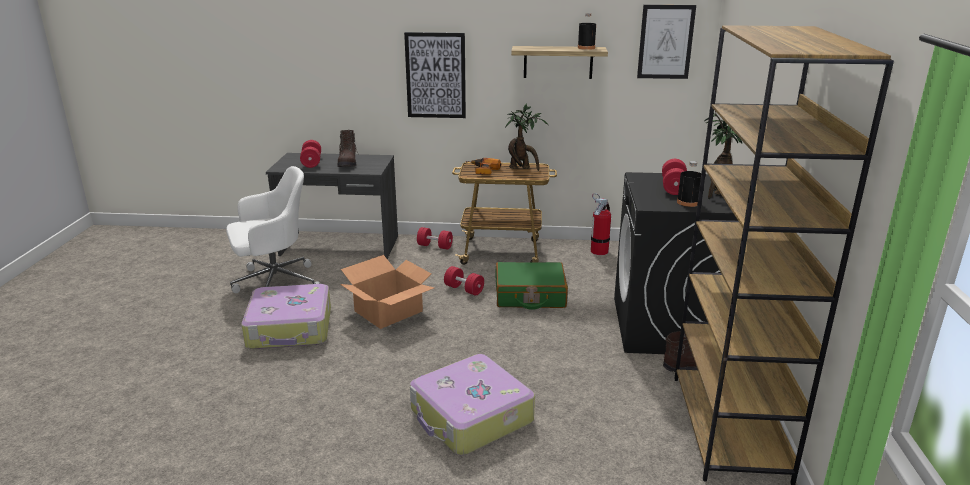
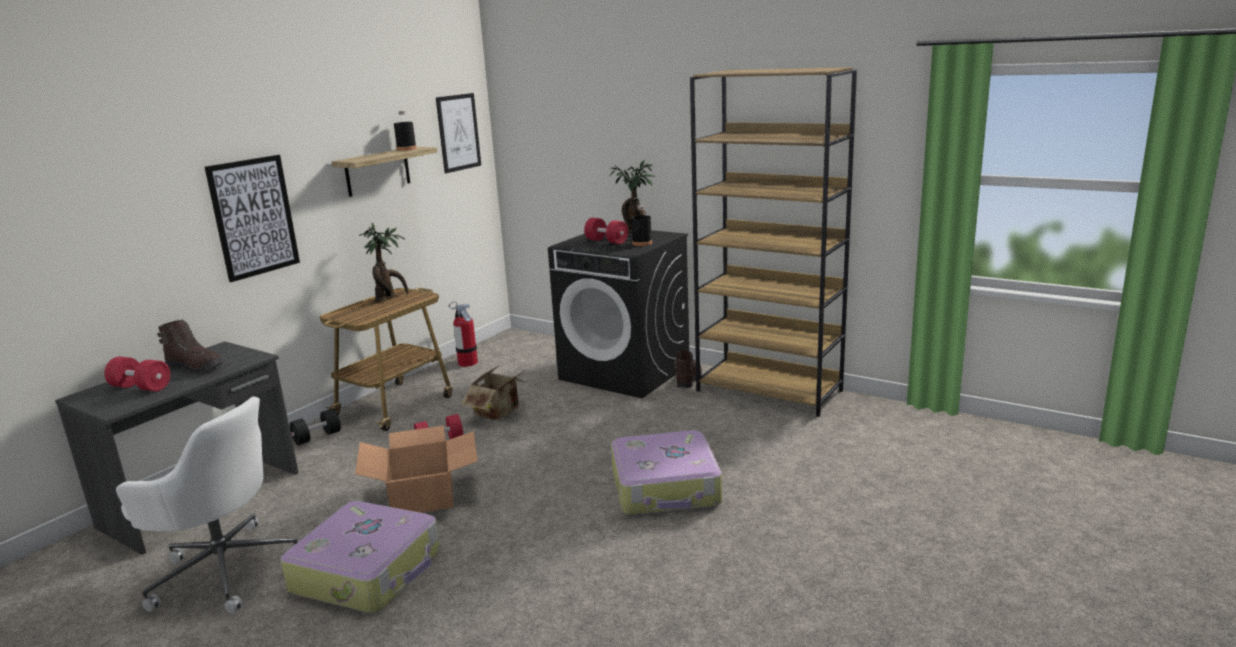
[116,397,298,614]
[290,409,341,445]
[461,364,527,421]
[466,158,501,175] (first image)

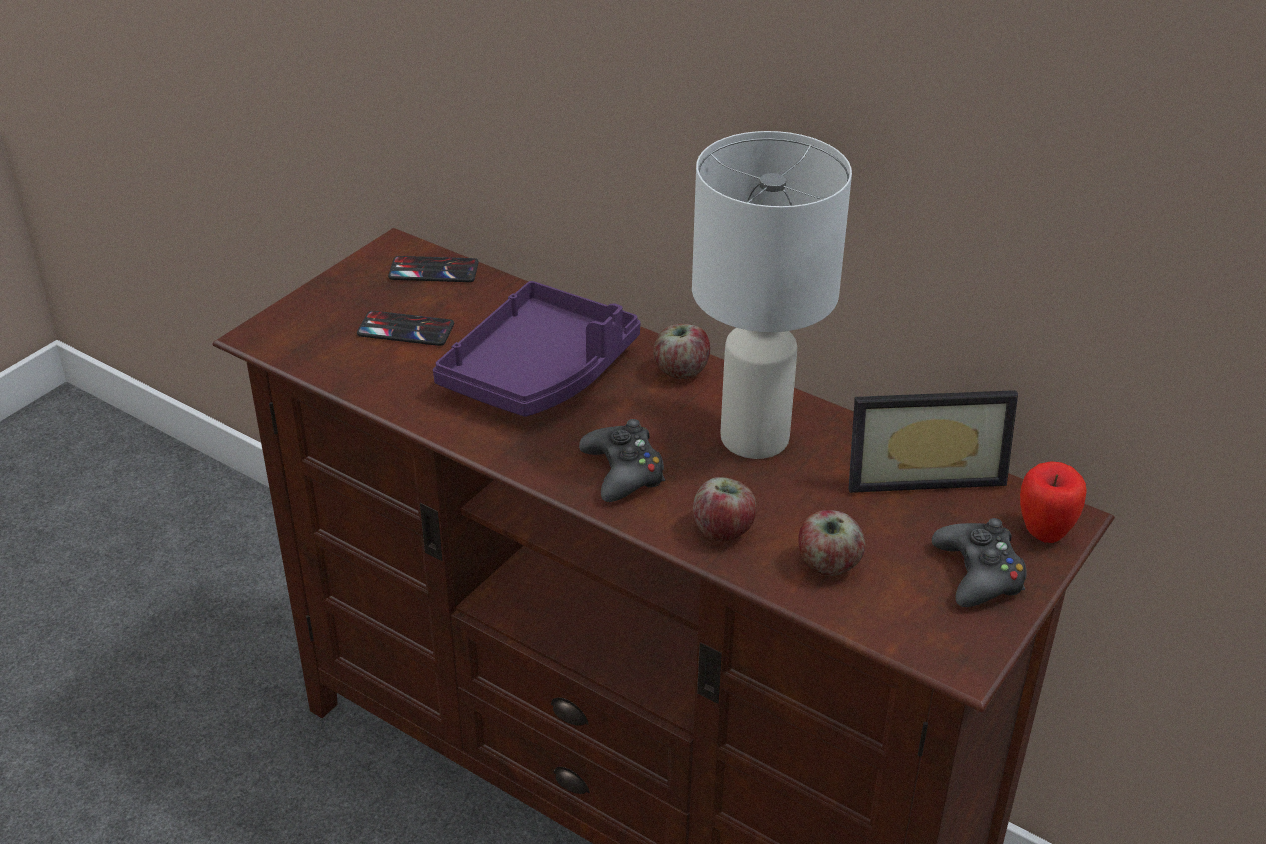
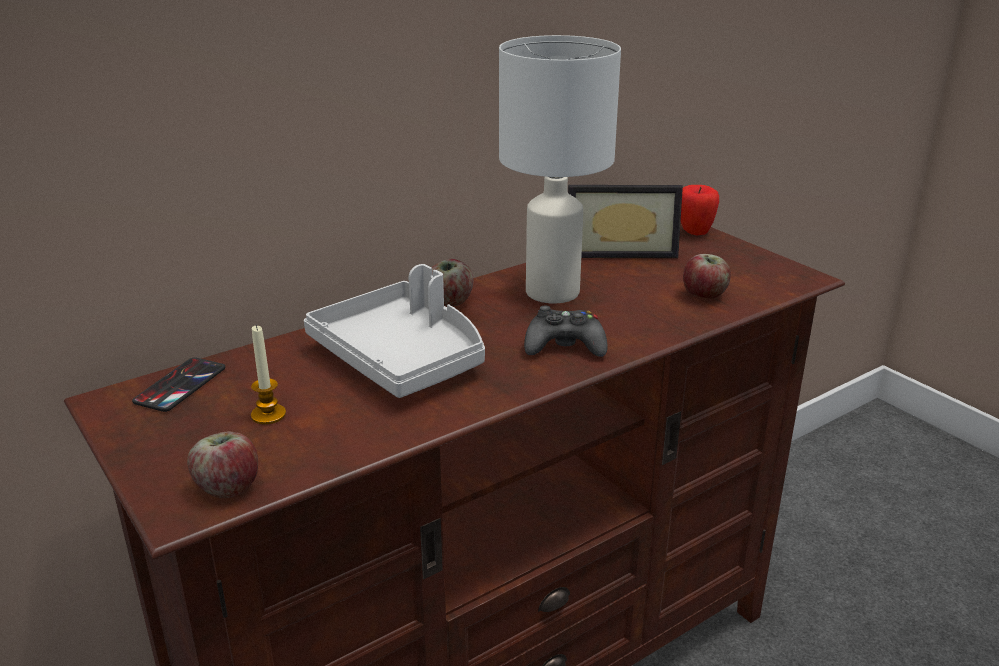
[187,432,258,498]
[251,325,286,425]
[304,264,485,398]
[568,185,683,258]
[932,518,1027,607] (first image)

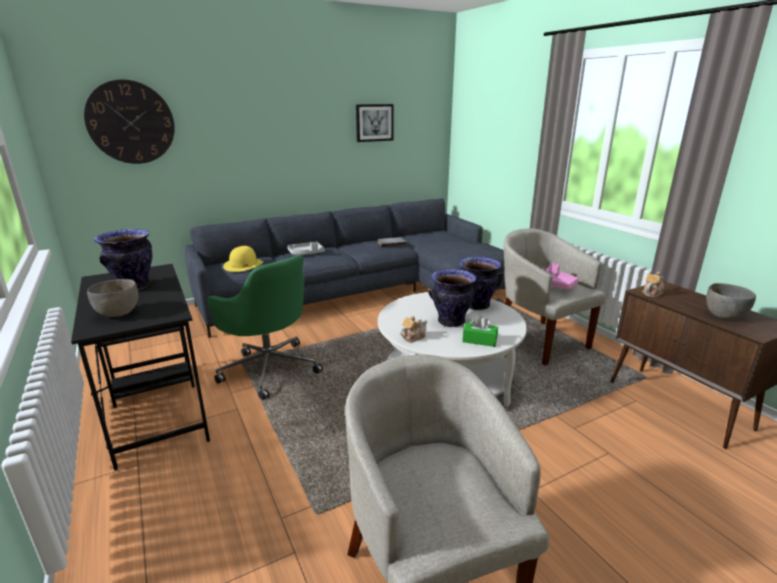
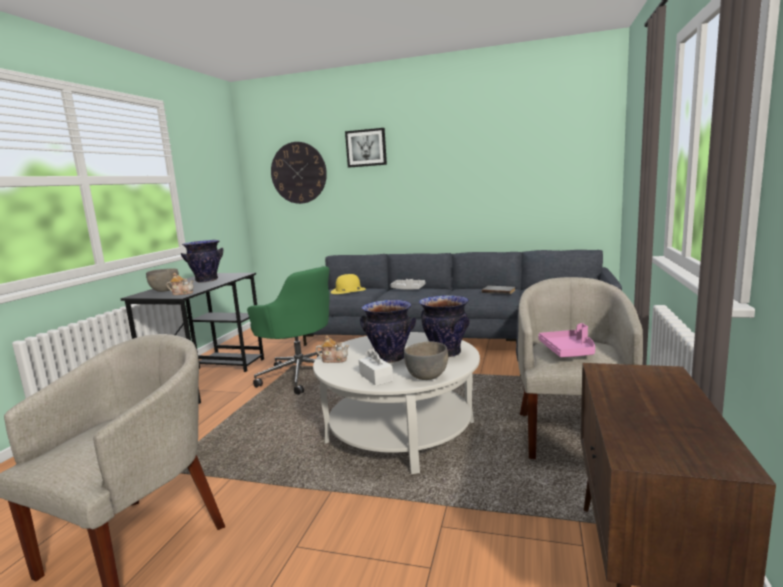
[167,273,194,295]
[247,266,330,395]
[345,128,387,168]
[359,348,393,386]
[404,341,448,380]

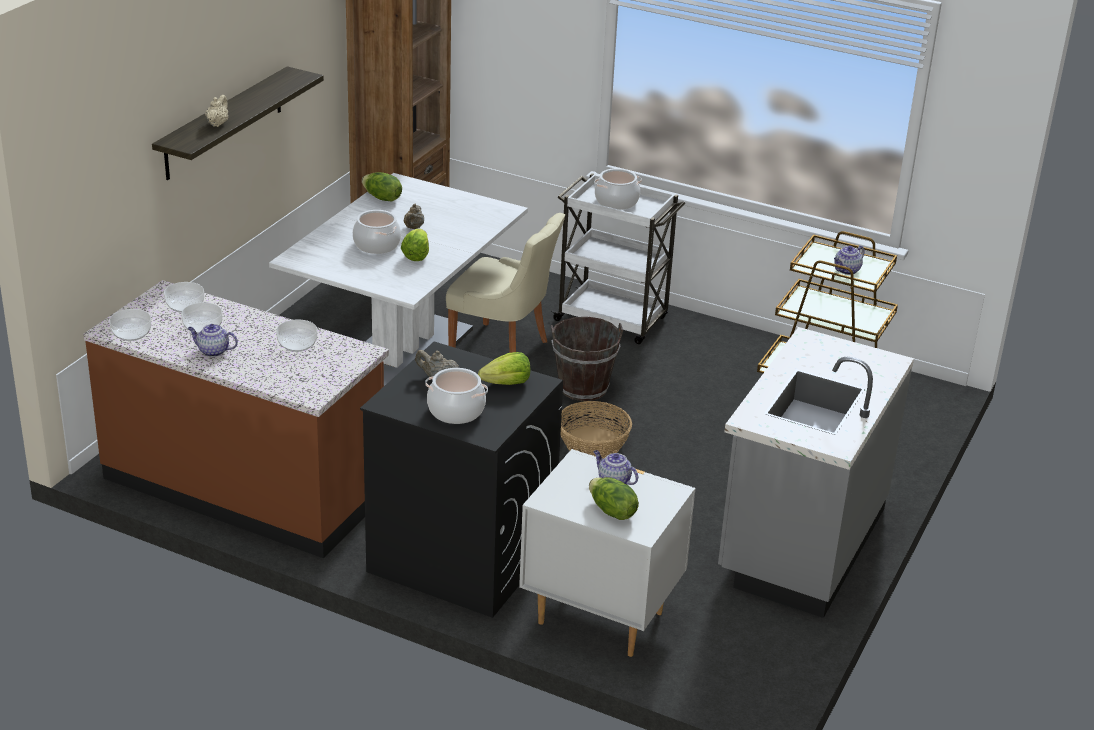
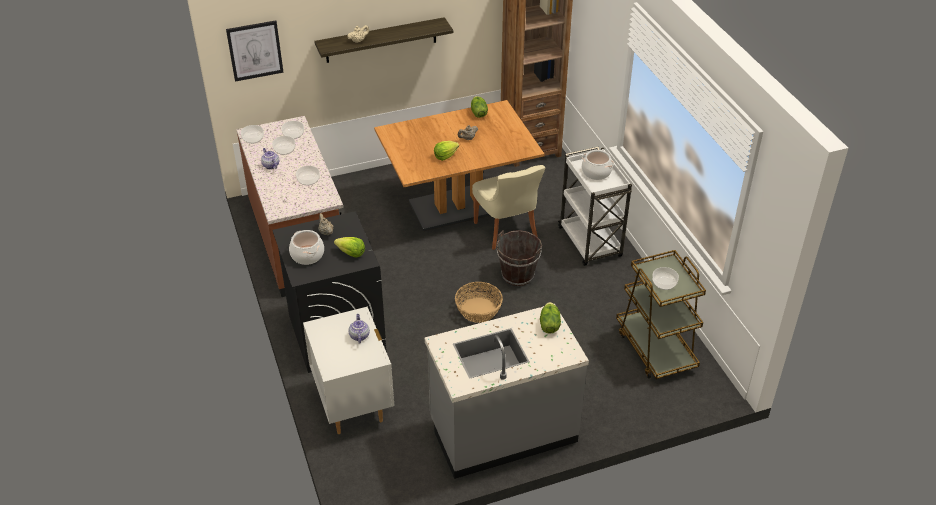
[226,20,284,82]
[374,100,544,231]
[540,302,561,333]
[652,267,679,290]
[353,210,401,254] (first image)

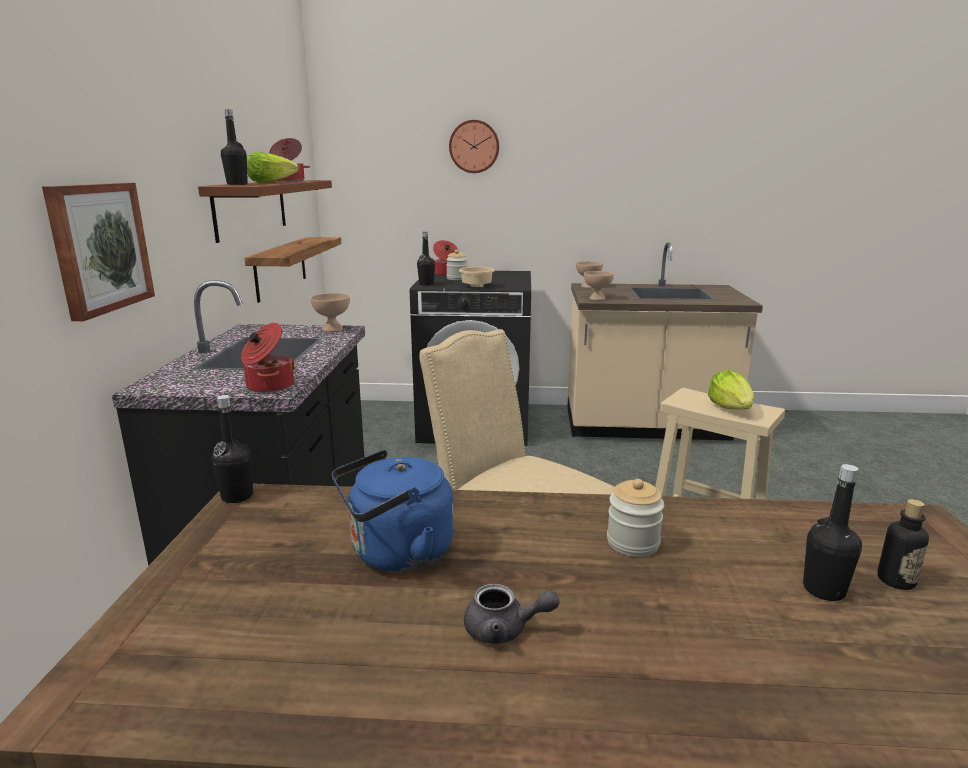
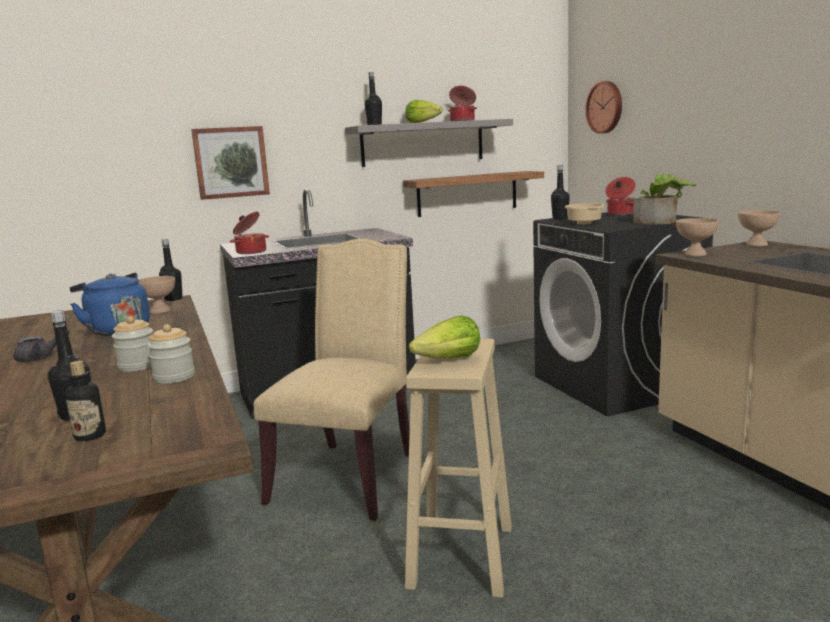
[14,329,70,362]
[138,276,175,314]
[147,324,195,384]
[345,119,513,167]
[585,81,622,134]
[633,174,697,225]

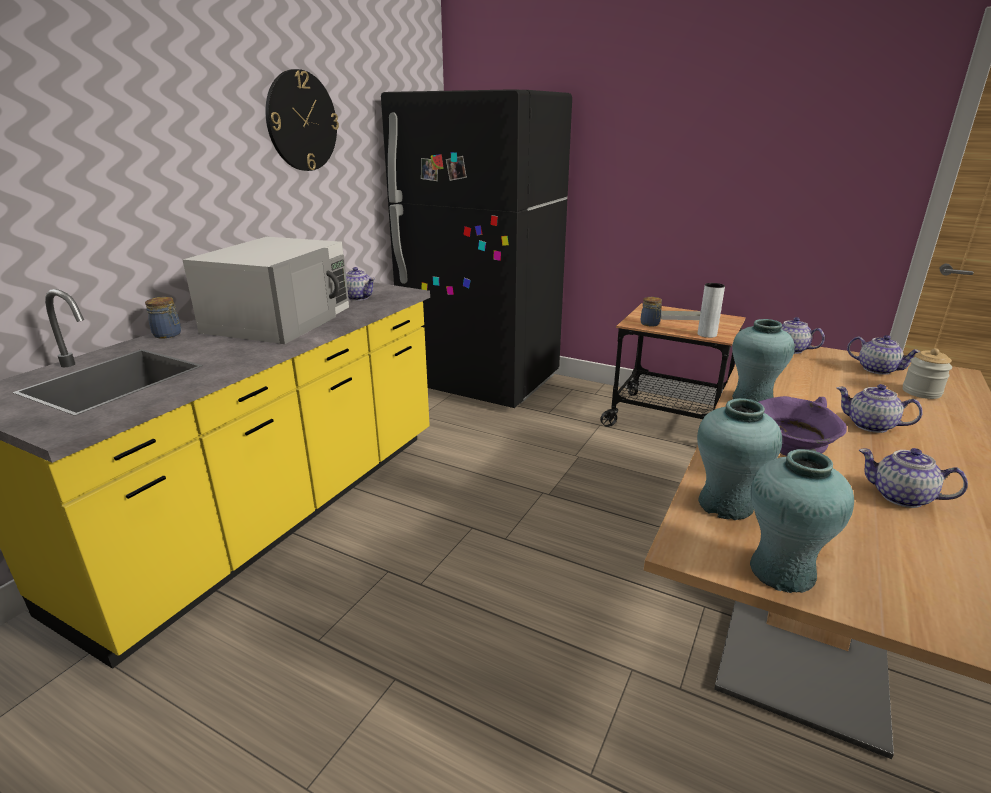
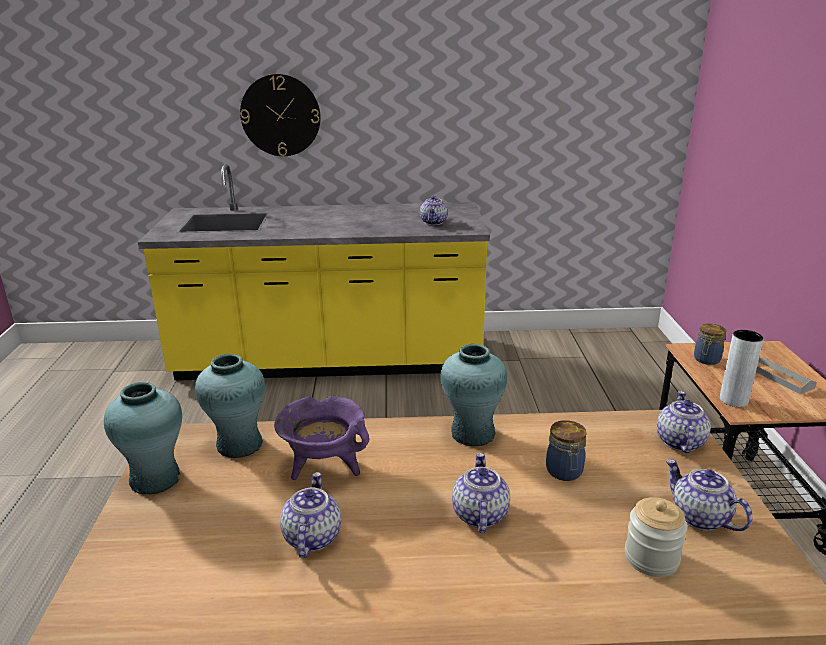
[240,74,321,156]
[546,420,587,481]
[666,459,752,531]
[183,237,349,344] (first image)
[381,89,572,408] (first image)

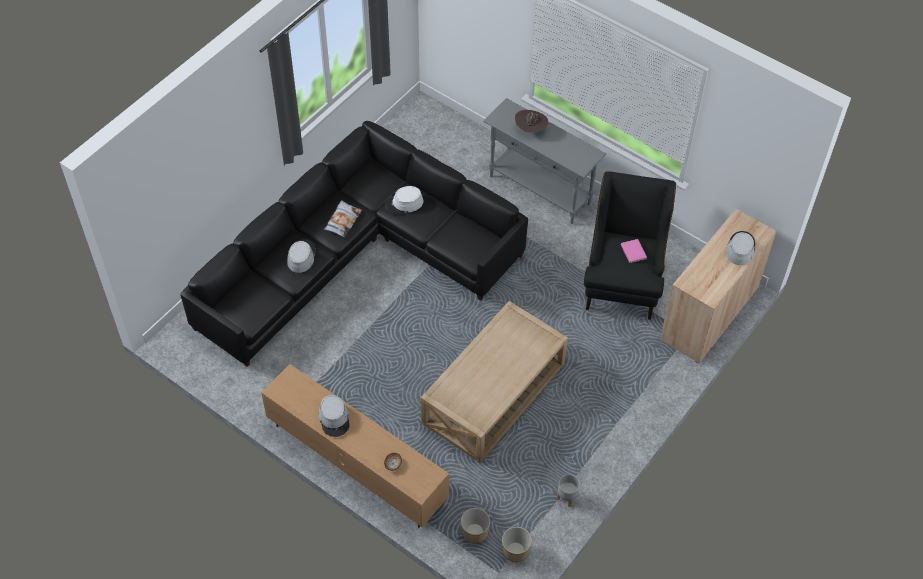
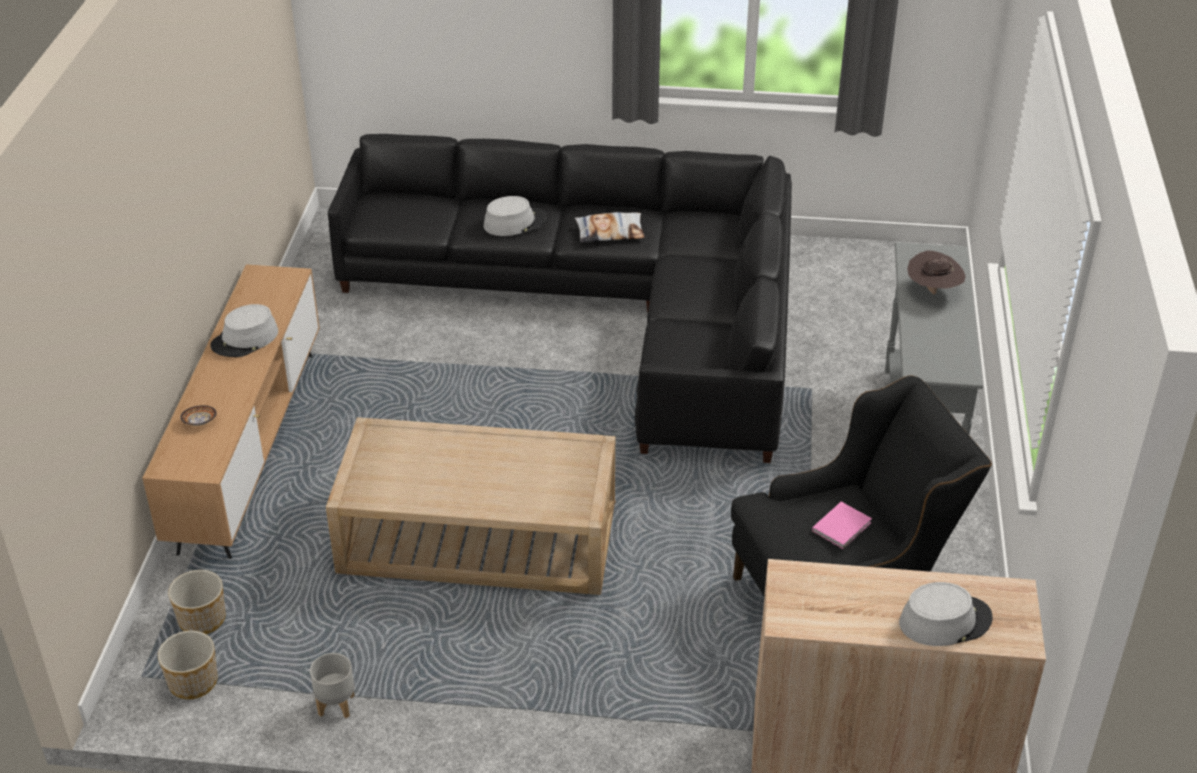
[385,186,424,215] (first image)

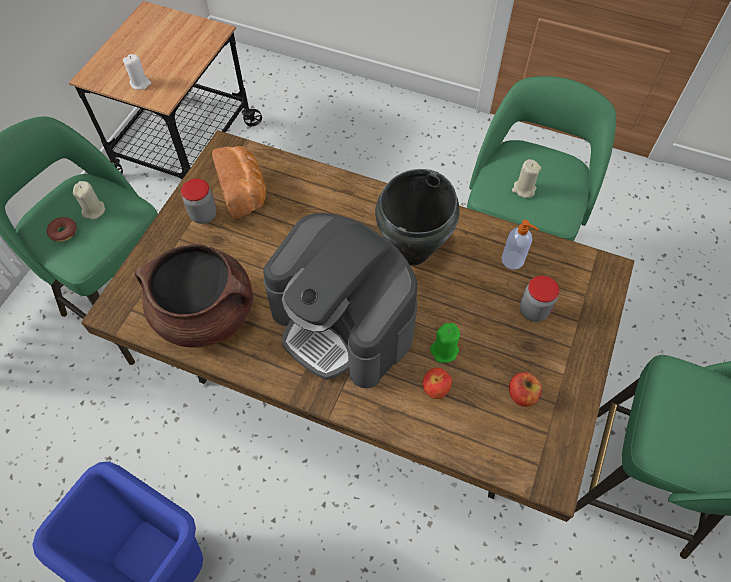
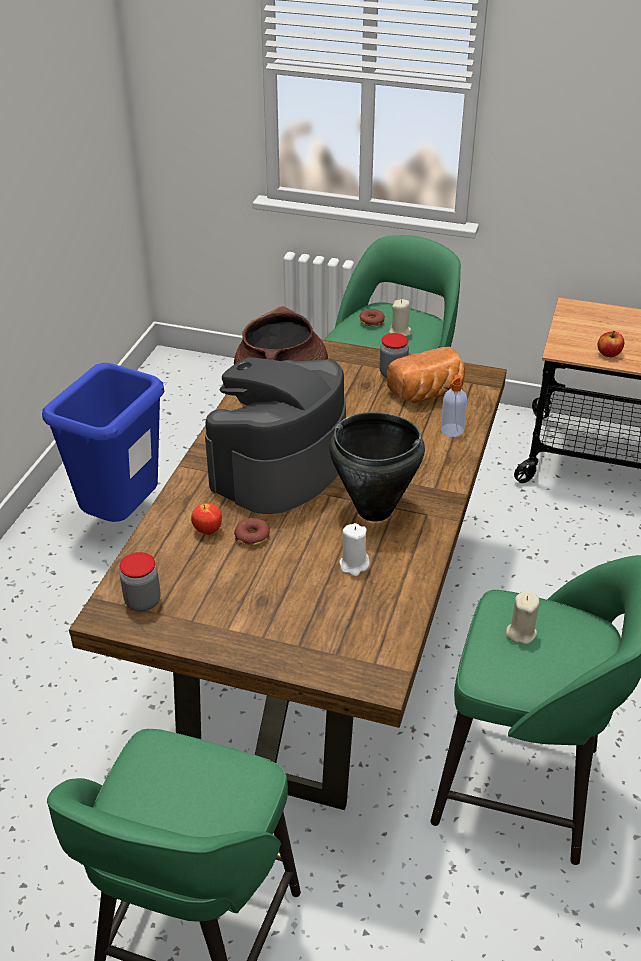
[120,552,161,612]
[234,518,270,546]
[339,523,370,576]
[441,375,467,437]
[598,331,624,357]

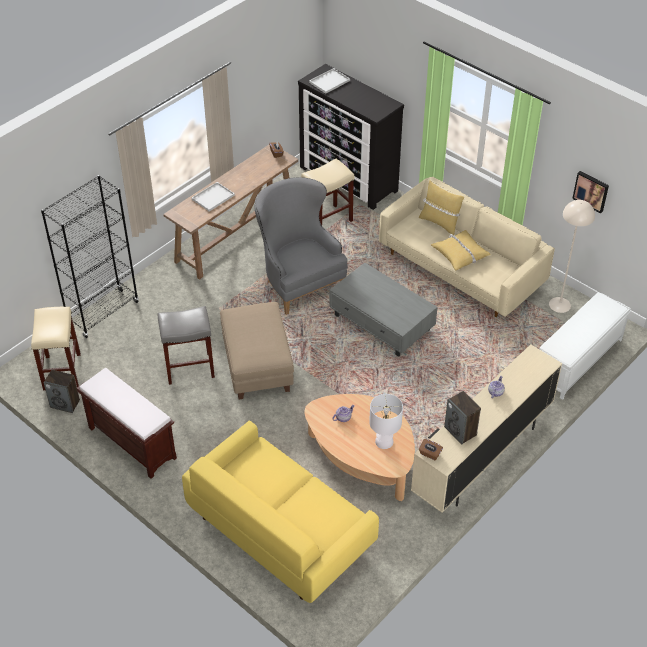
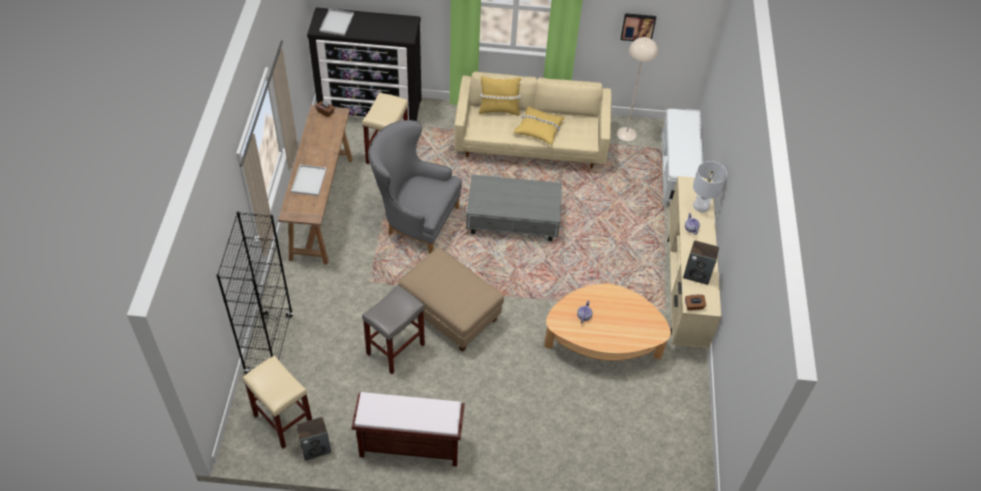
[693,161,727,212]
[182,421,379,603] (first image)

